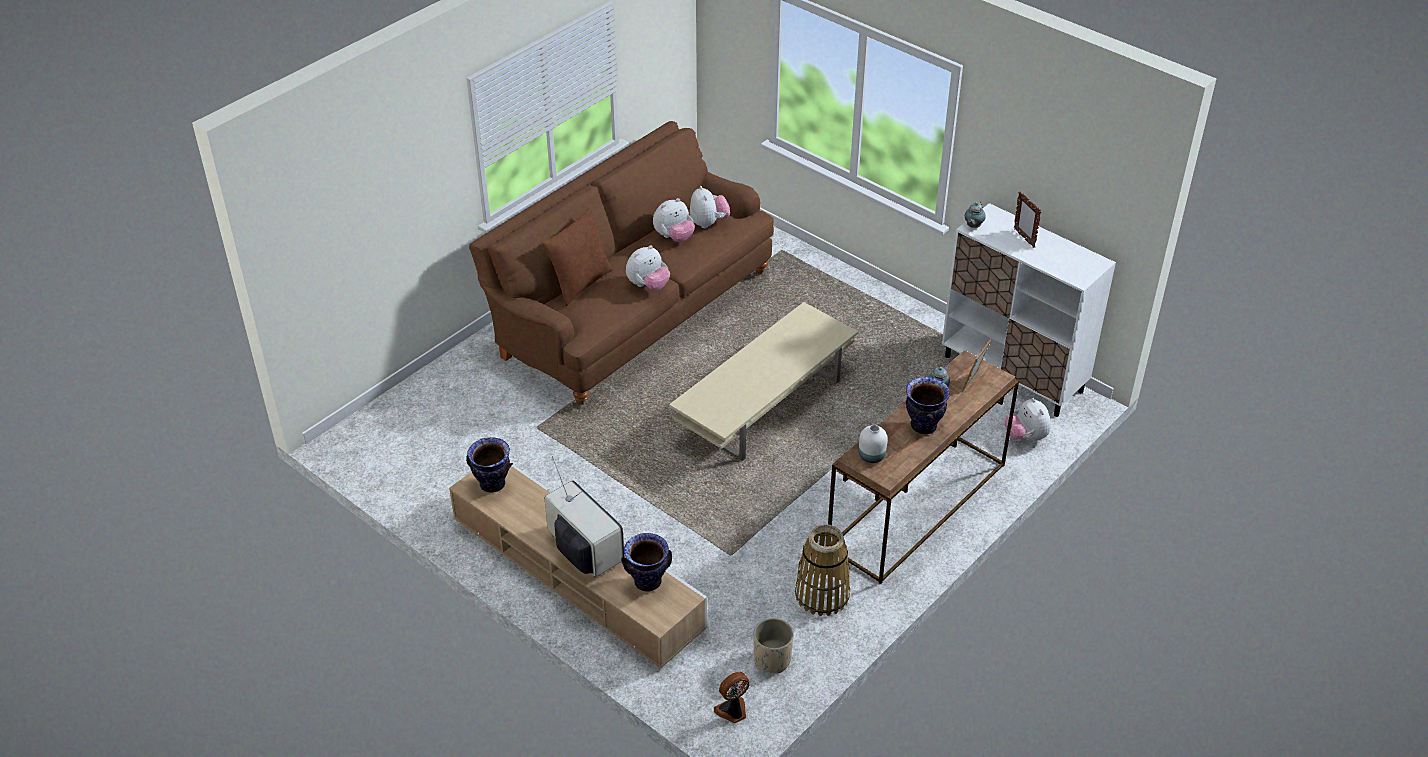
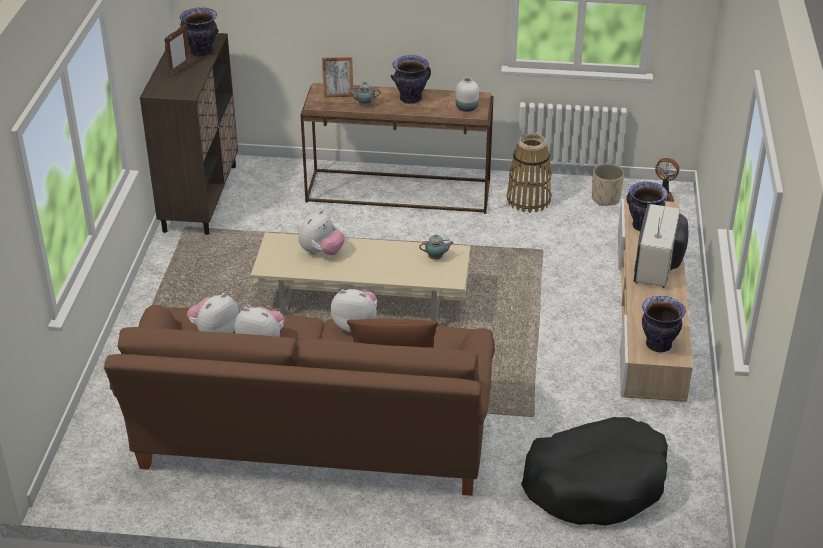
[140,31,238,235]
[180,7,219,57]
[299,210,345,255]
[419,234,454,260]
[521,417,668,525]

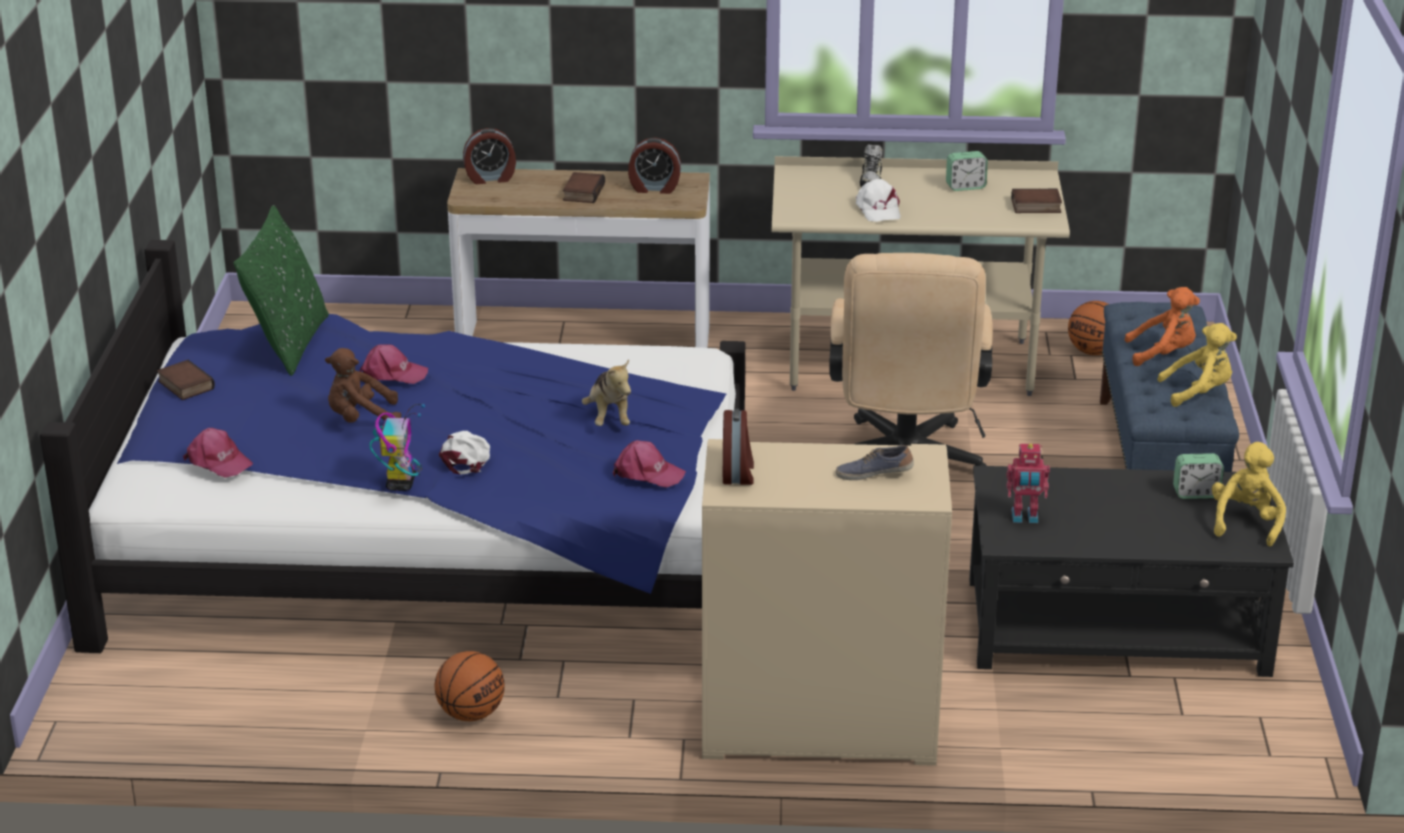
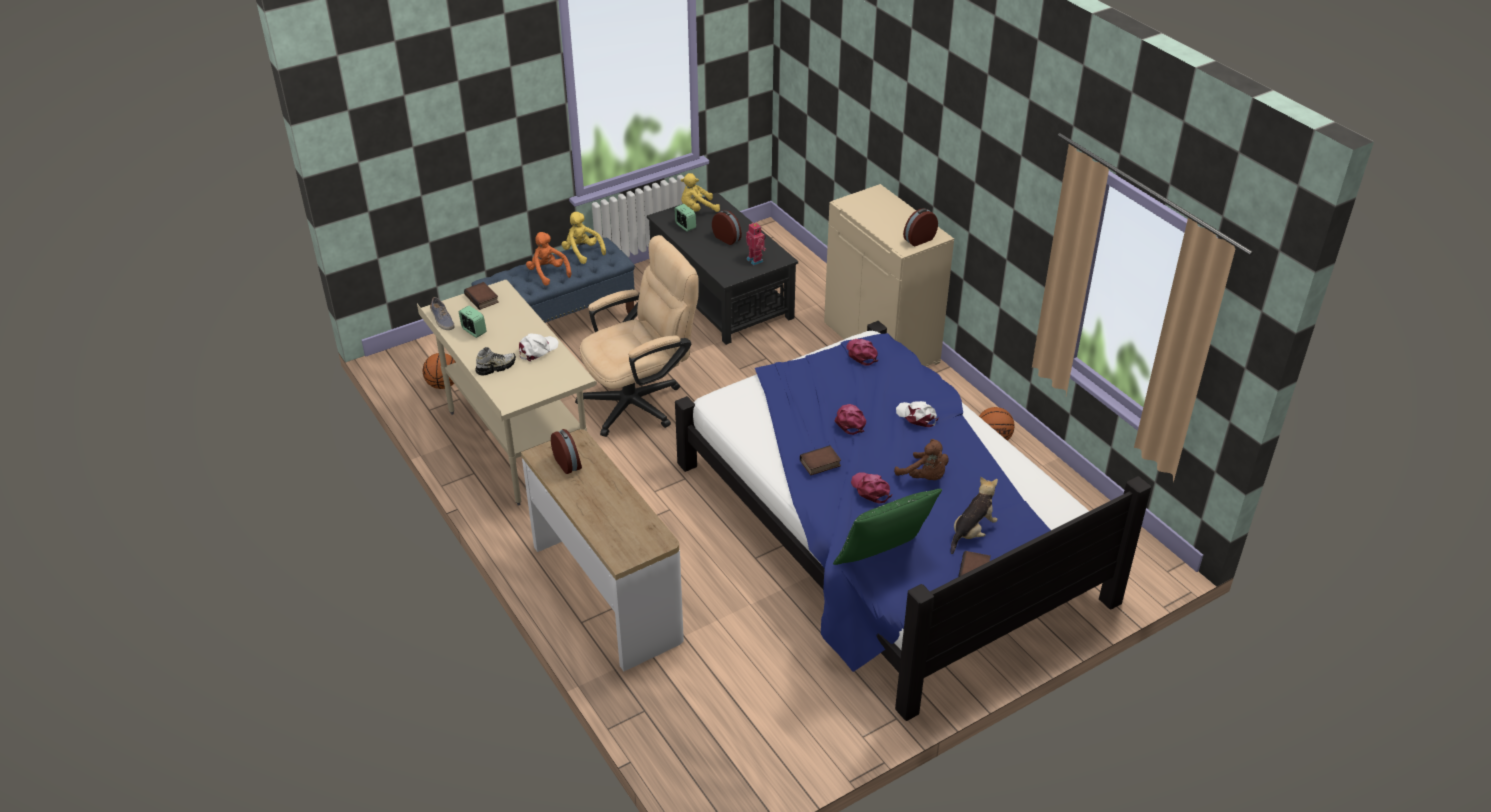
[430,297,455,330]
[712,210,742,245]
[800,445,841,475]
[835,404,866,435]
[896,401,939,427]
[950,477,998,554]
[370,404,425,491] (first image)

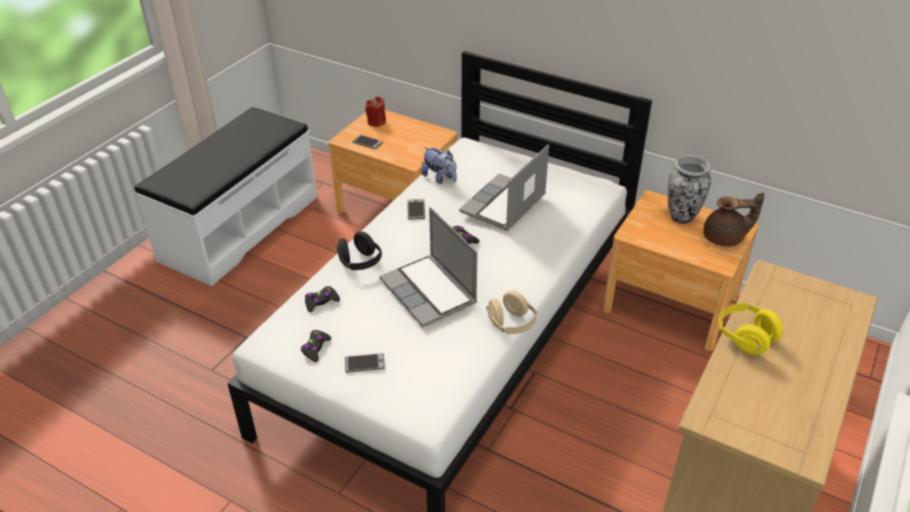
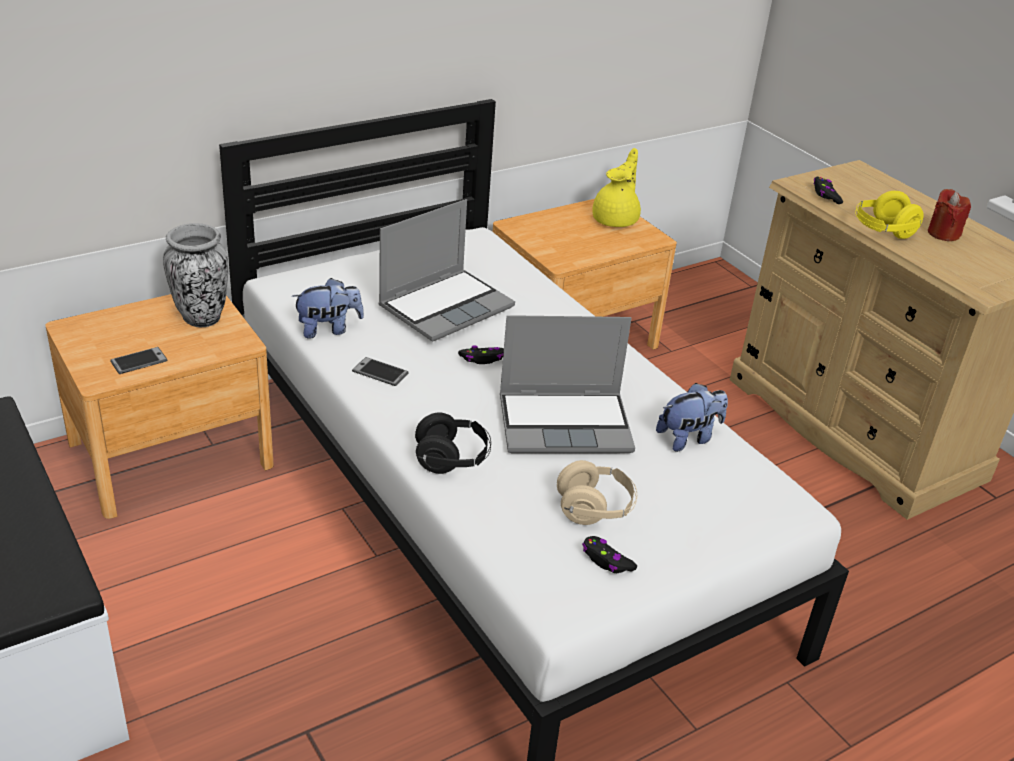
[163,223,228,327]
[379,199,515,341]
[557,460,637,525]
[592,148,641,227]
[656,383,728,452]
[813,177,843,204]
[928,189,971,241]
[345,353,385,373] (first image)

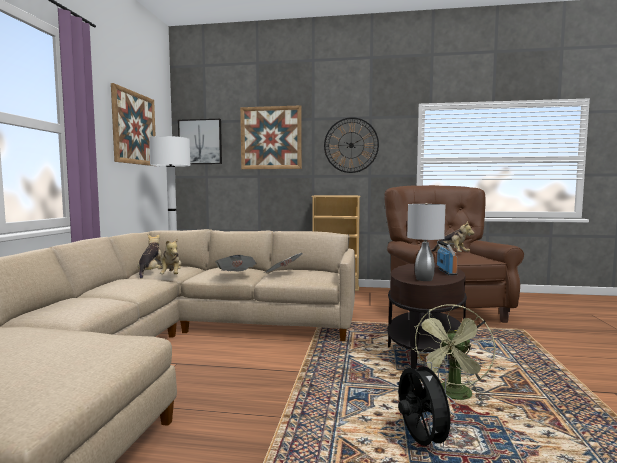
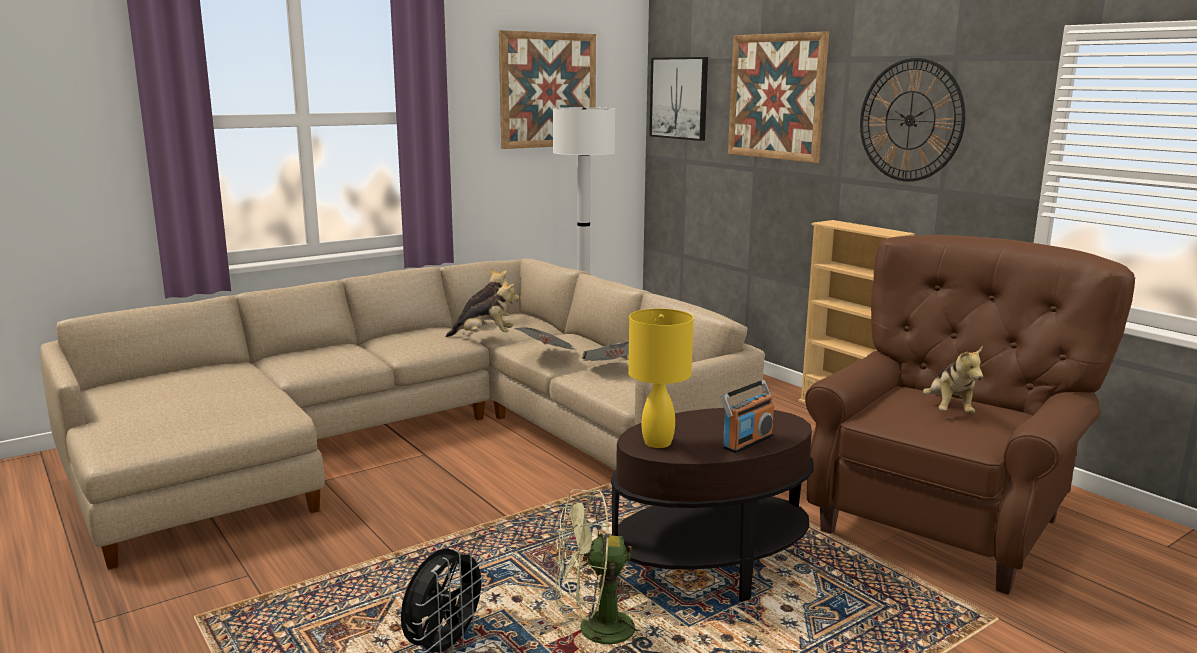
[445,279,520,337]
[628,309,694,448]

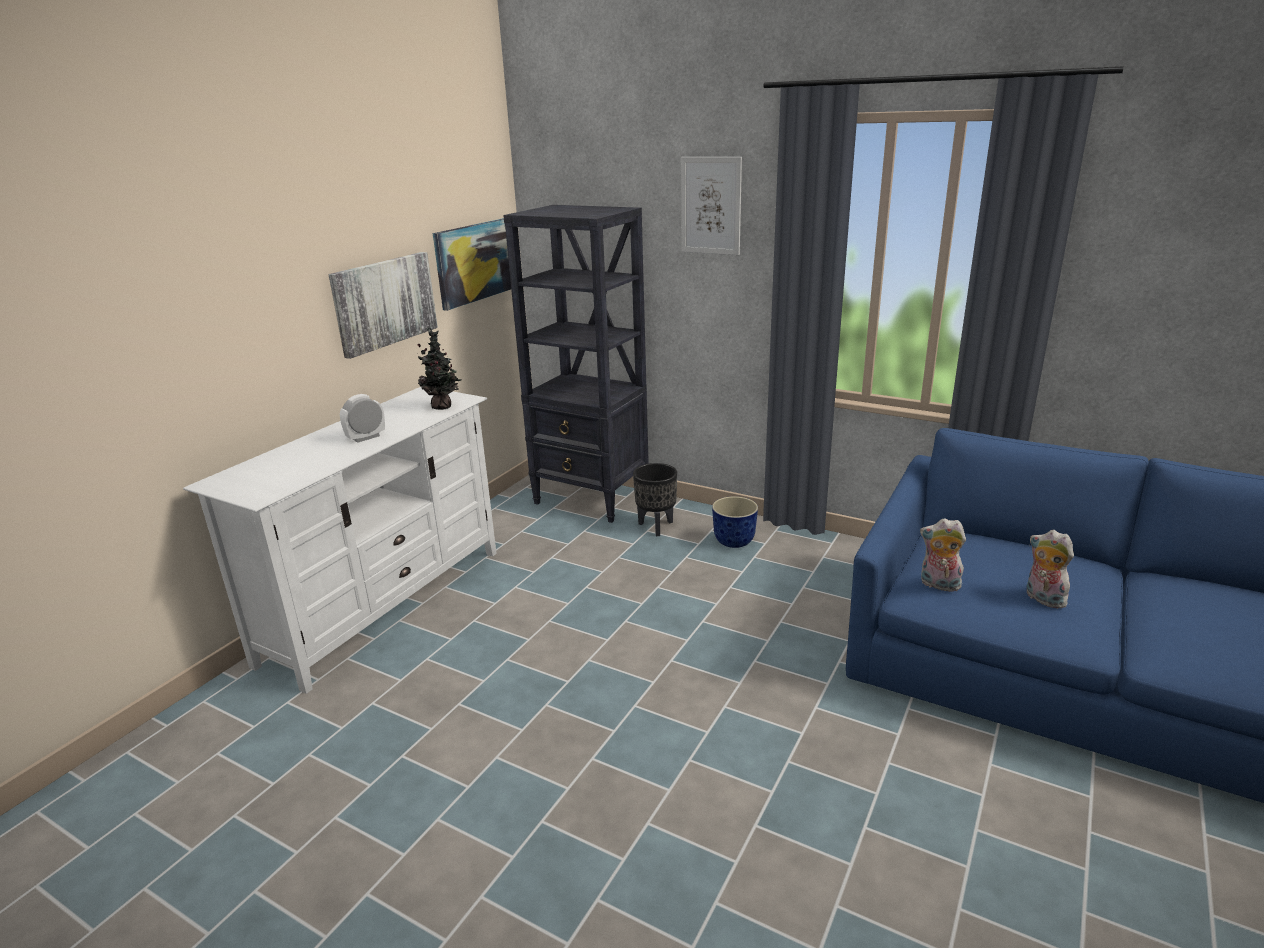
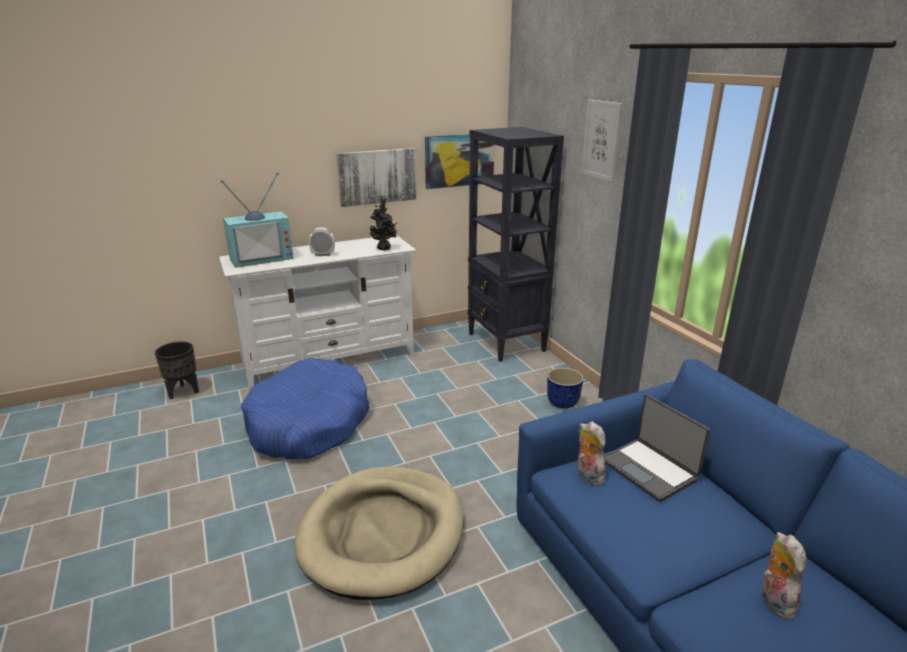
[155,341,199,399]
[220,172,294,268]
[241,358,369,460]
[295,466,464,600]
[604,394,710,502]
[761,532,806,620]

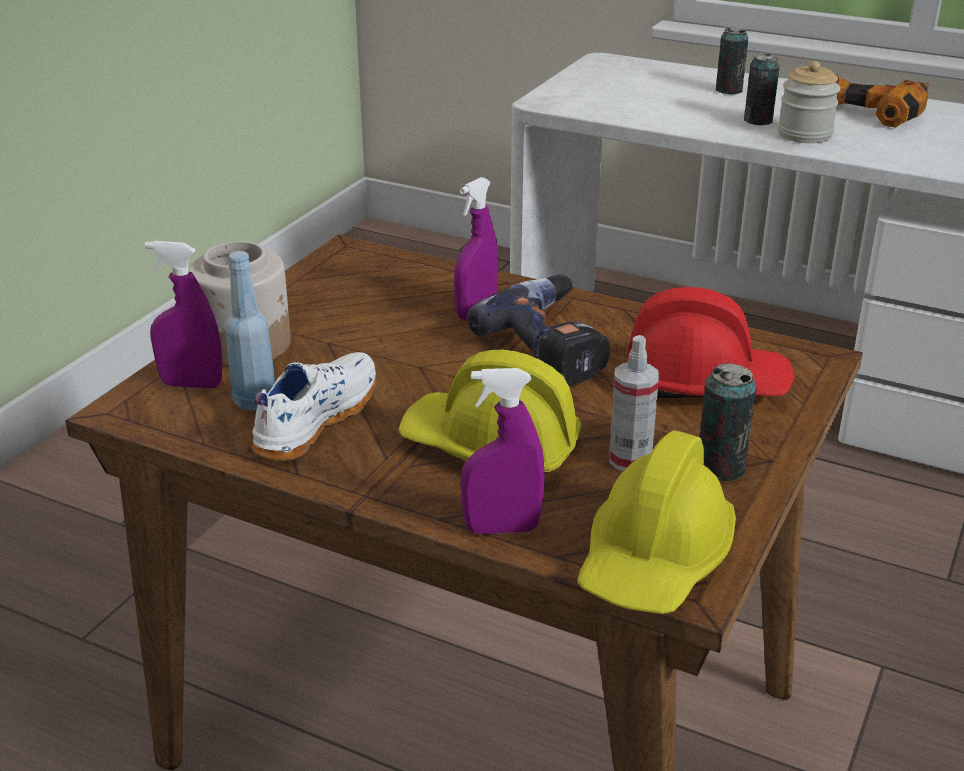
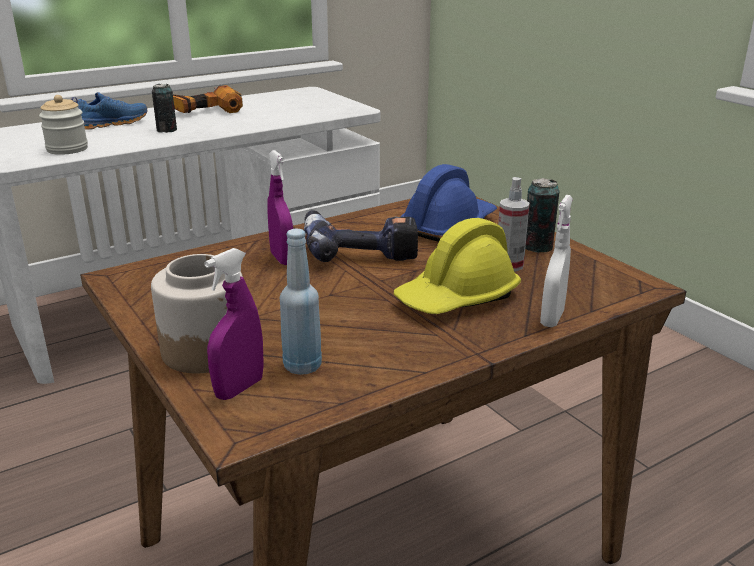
[39,95,88,155]
[71,92,147,130]
[401,164,497,242]
[540,195,573,327]
[252,352,376,461] (first image)
[577,430,736,614] (first image)

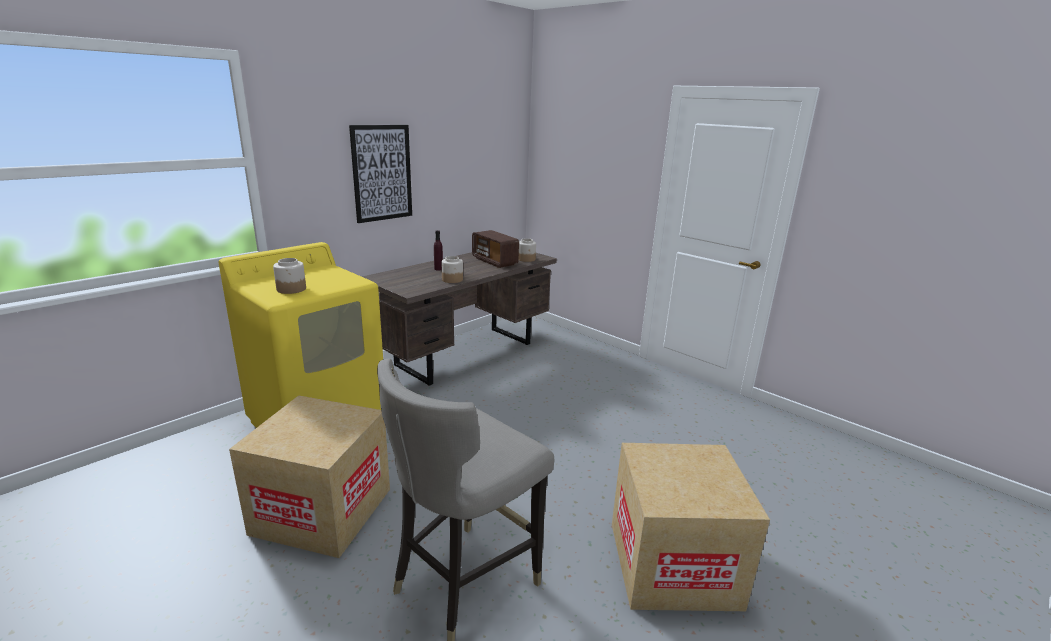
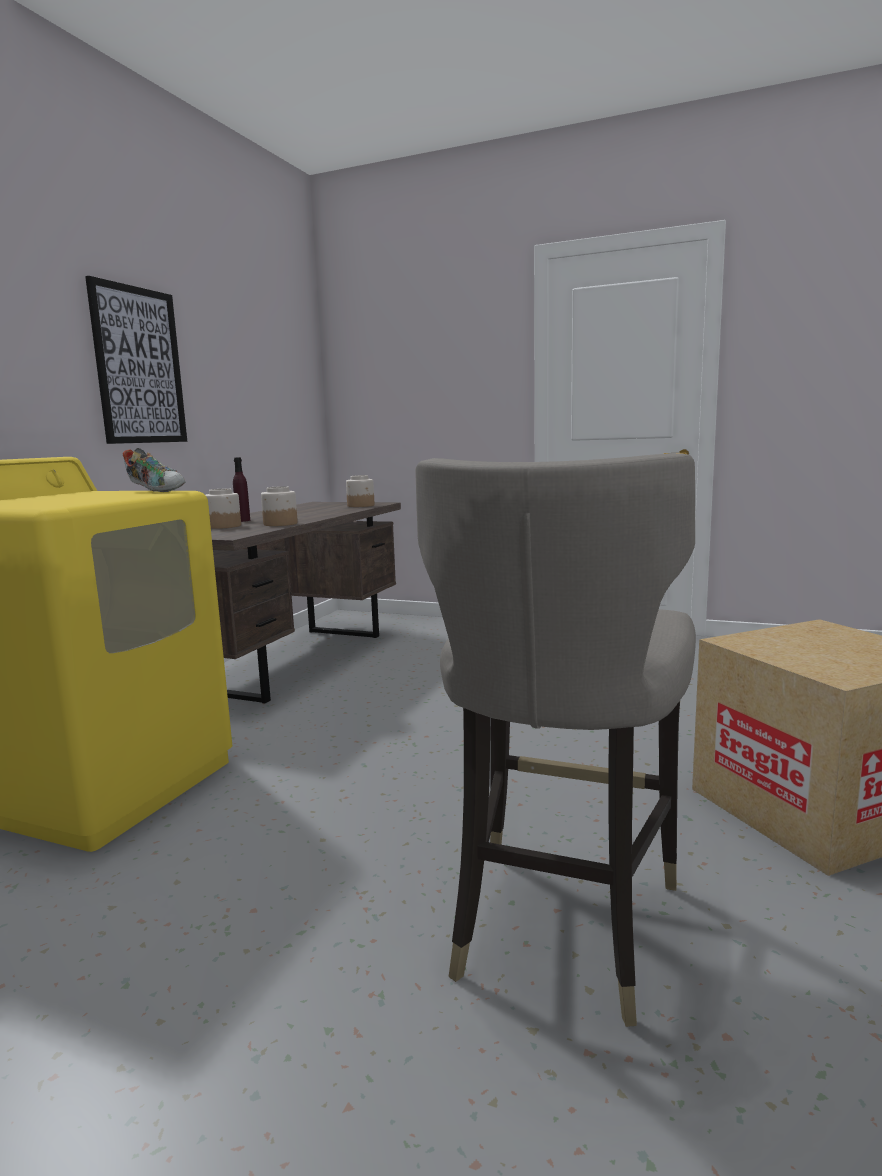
[123,448,185,492]
[206,488,241,529]
[229,395,390,558] (first image)
[472,230,519,268] (first image)

